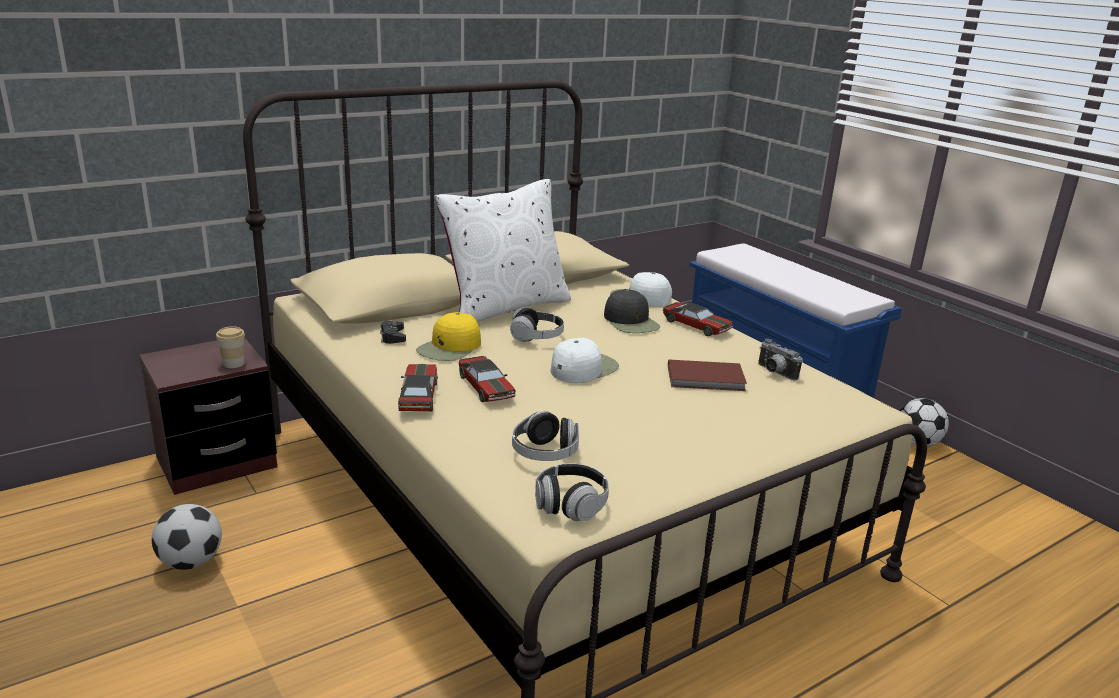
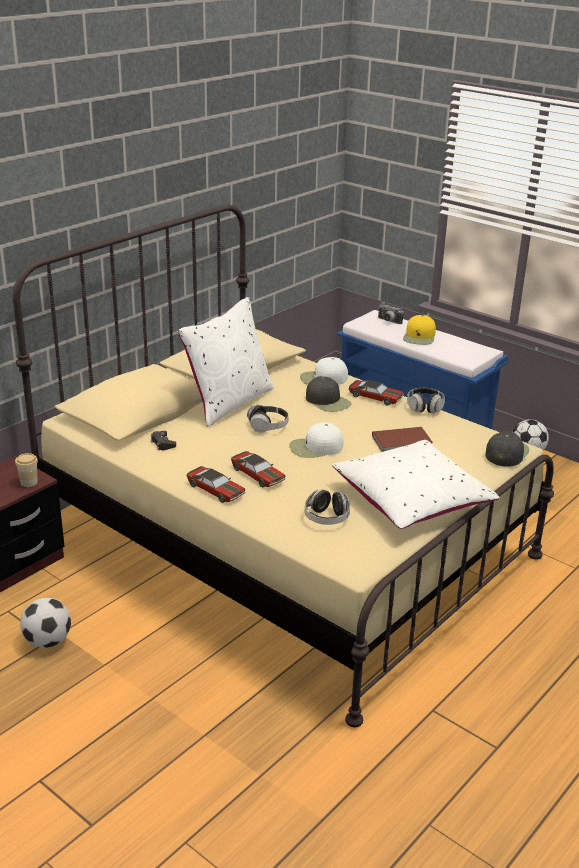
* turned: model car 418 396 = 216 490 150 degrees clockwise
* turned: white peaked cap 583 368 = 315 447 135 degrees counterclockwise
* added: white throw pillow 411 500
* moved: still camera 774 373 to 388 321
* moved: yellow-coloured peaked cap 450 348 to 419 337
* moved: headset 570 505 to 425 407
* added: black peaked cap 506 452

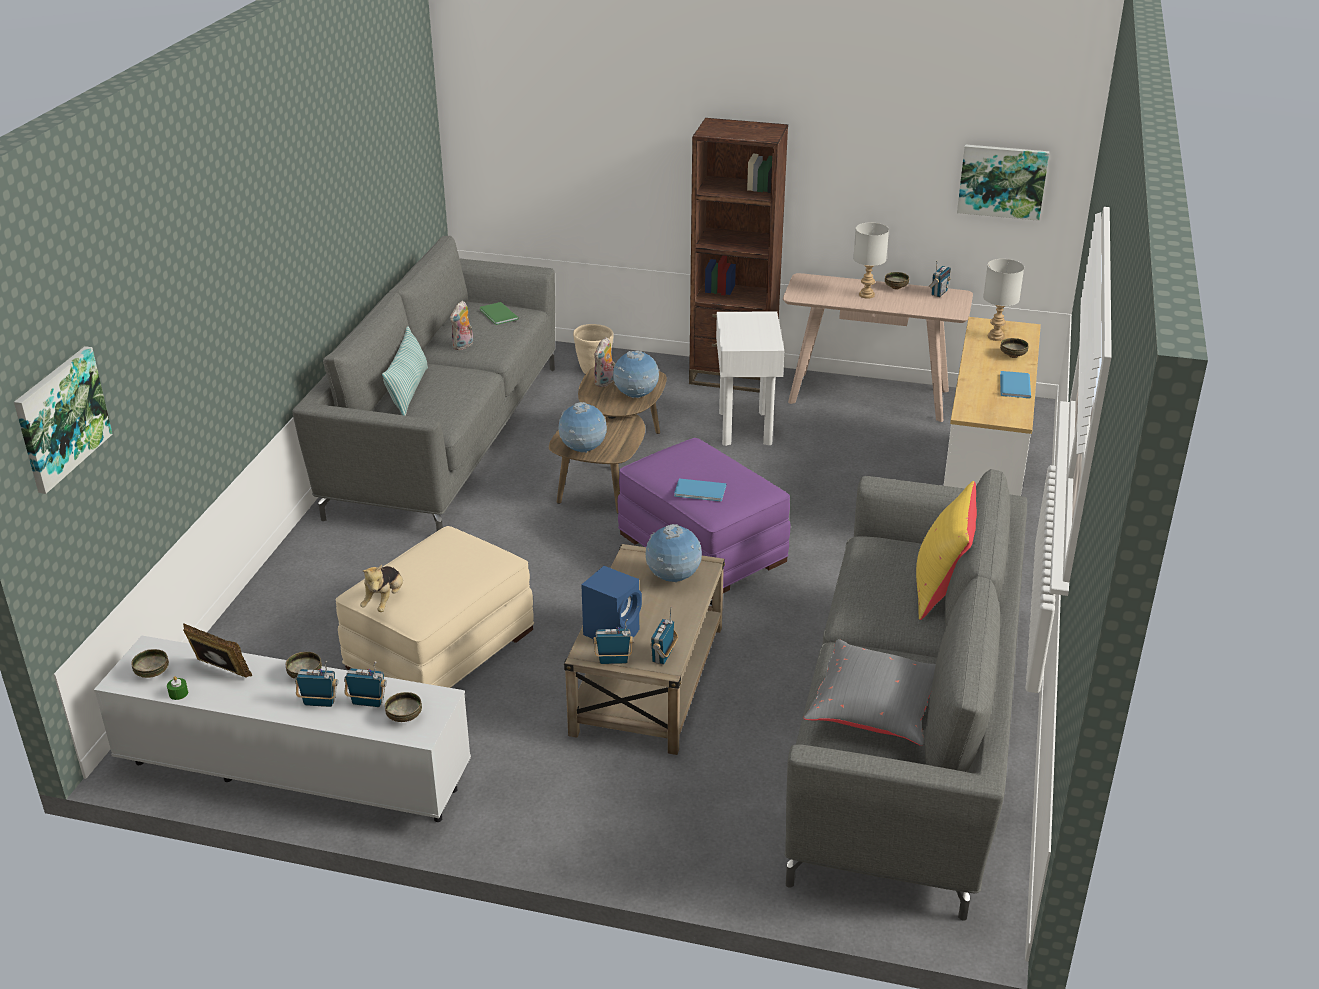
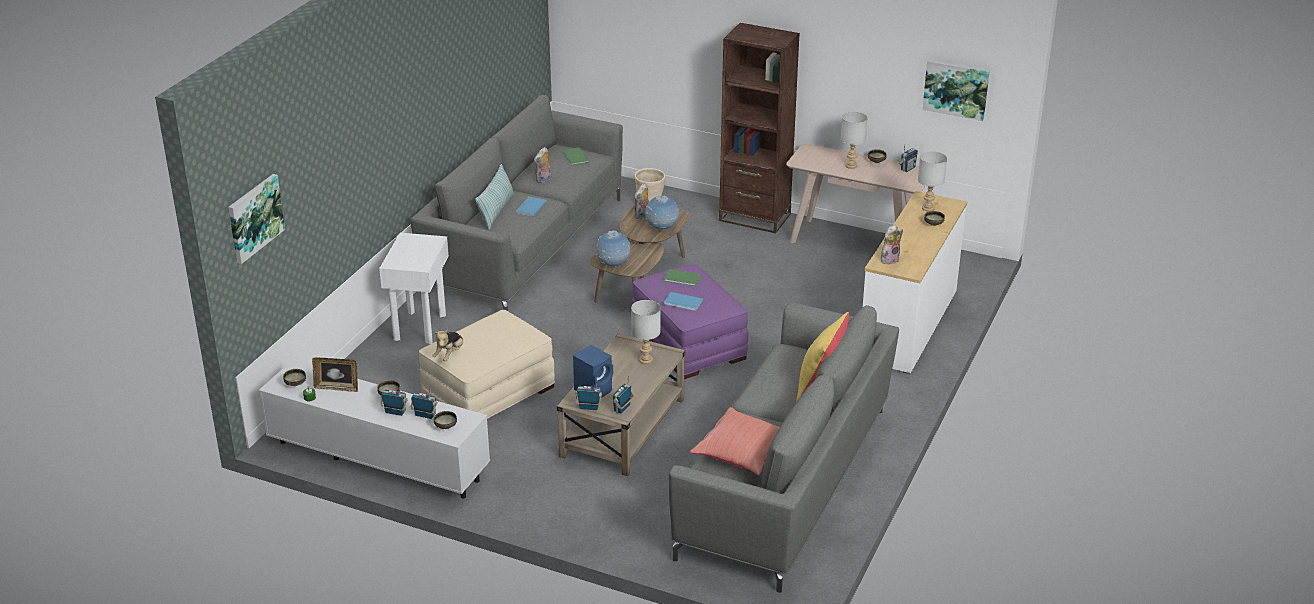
* turned: picture frame 220 672 = 337 387 150 degrees clockwise
* moved: white accent table 746 428 to 420 327
* moved: blue-coloured volume 1013 386 to 530 207
* replaced: globe 673 579 to gray lamp for a table 645 360
* added: green-coloured volume 683 279
* recoloured: gray throw pillow 875 711 to red throw pillow 743 454
* added: cuddly toy 889 259

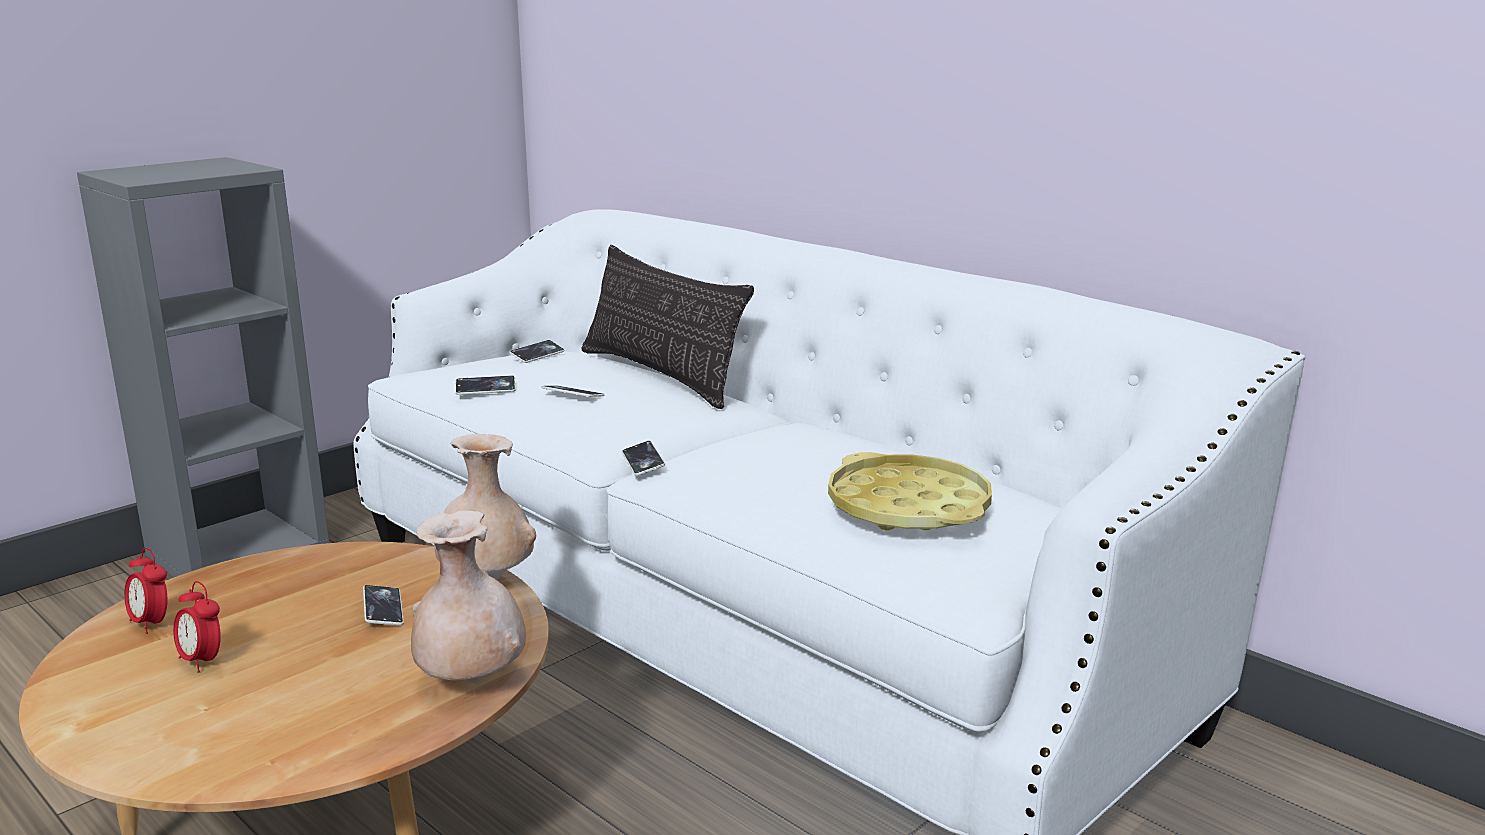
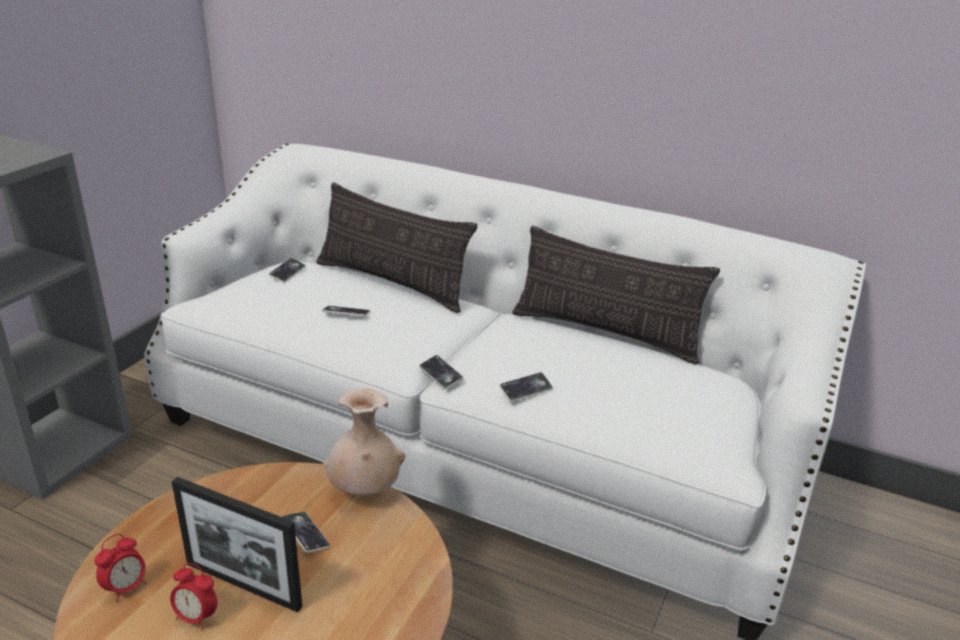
* turned: table clock 151 624 = 126 588 75 degrees counterclockwise
* added: picture frame 243 585
* moved: phone 485 389 to 526 390
* added: throw pillow 605 332
* removed: sand-coloured vase 471 680
* removed: yellow-coloured tray 908 507

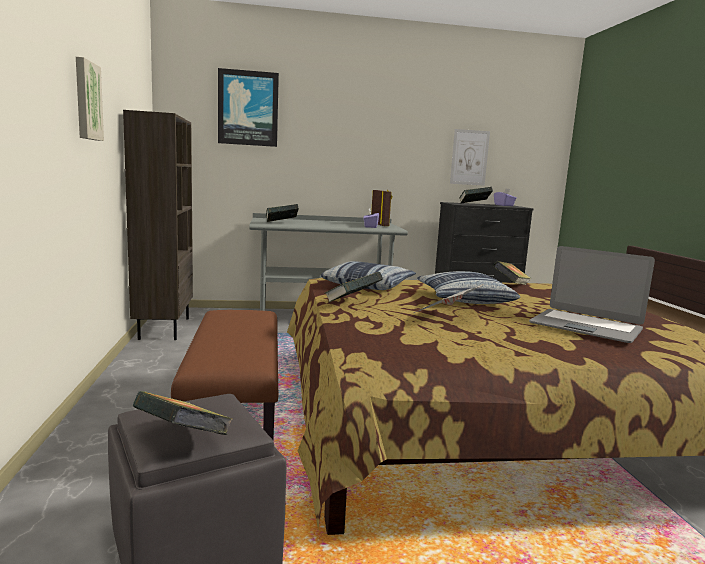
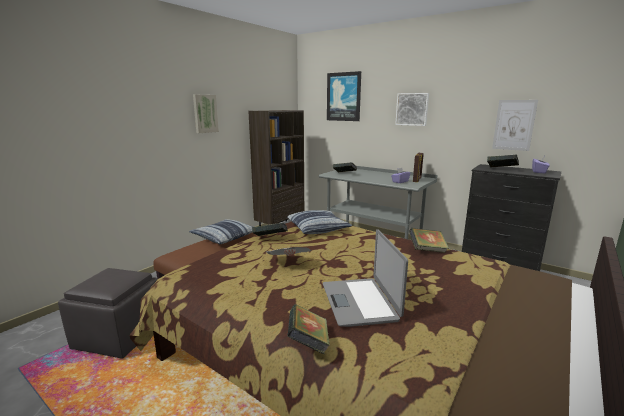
* moved: throw pillow 464 298 to 223 237
* moved: volume 182 439 to 308 343
* added: wall picture 412 109

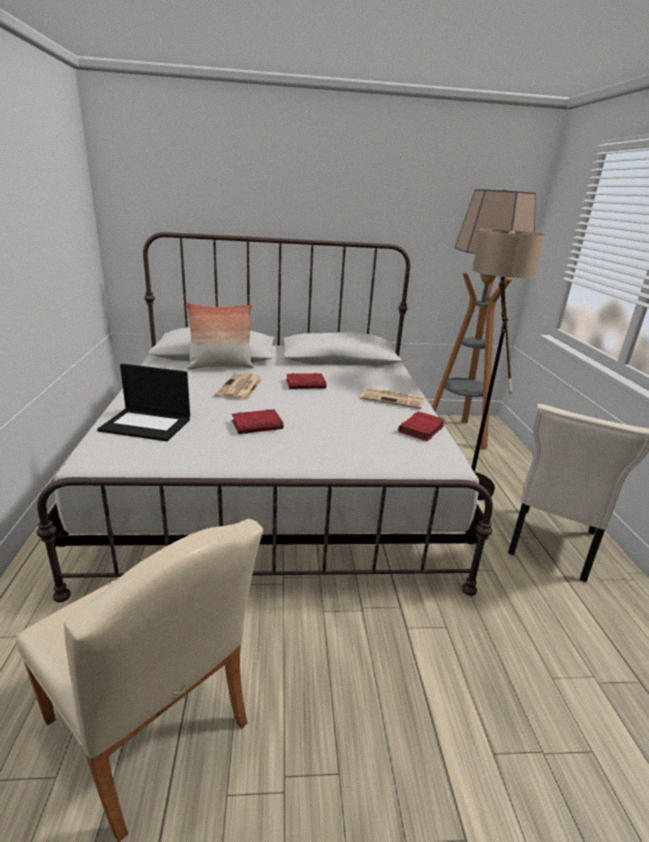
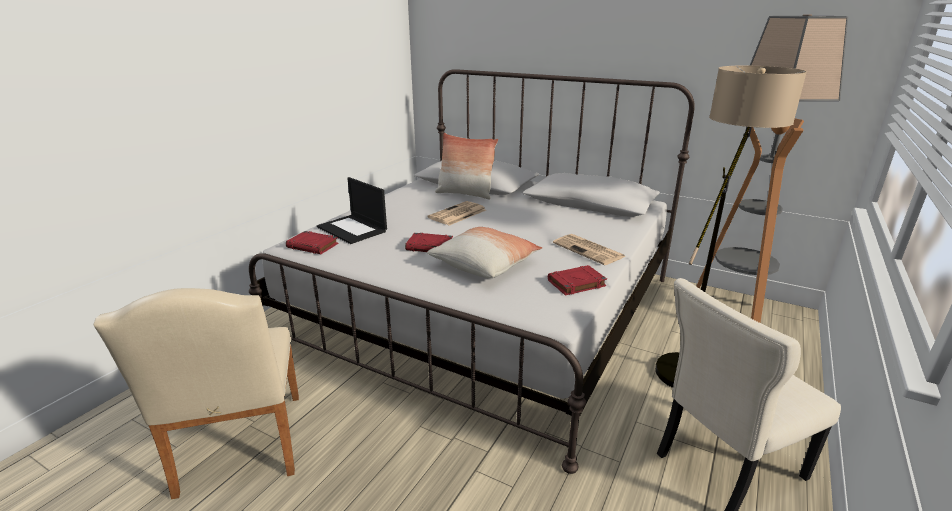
* moved: red volume 306 384 to 313 246
* added: throw pillow 485 264

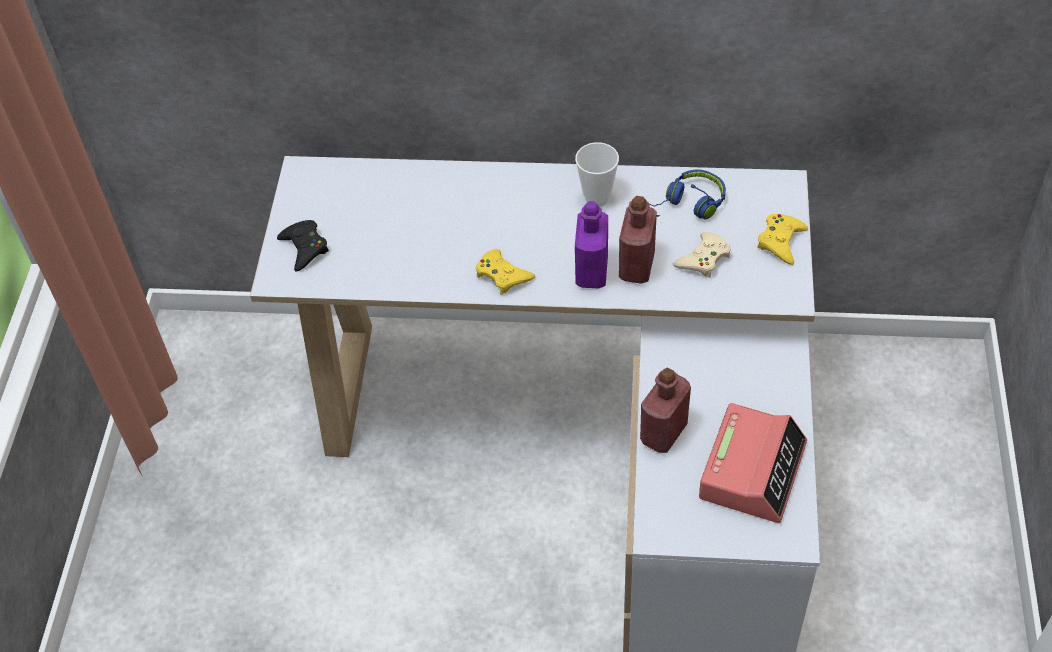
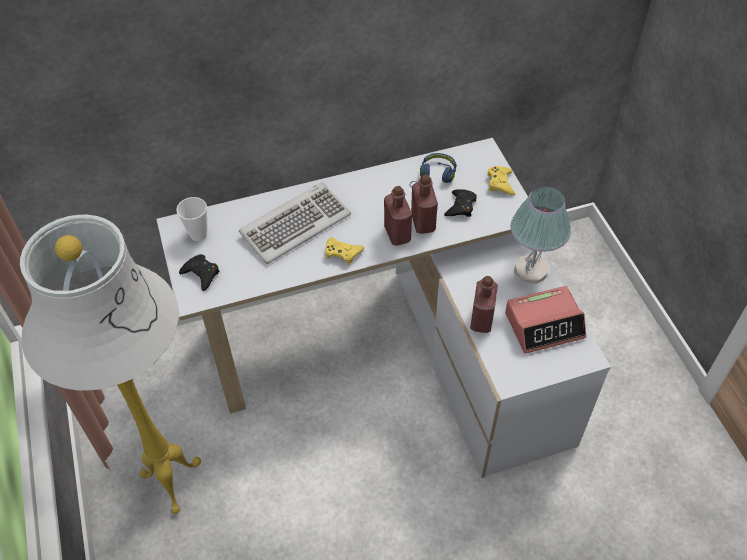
* added: white floor lamp 174 480
* moved: cup 597 197 to 198 234
* added: computer keyboard 295 224
* recoloured: purple-coloured drink bottle 591 272 to red drink bottle 397 234
* recoloured: sand-coloured game controller 703 259 to black game controller 460 206
* turned: table clock 752 470 = 544 325 75 degrees clockwise
* added: lamp for a table 531 271

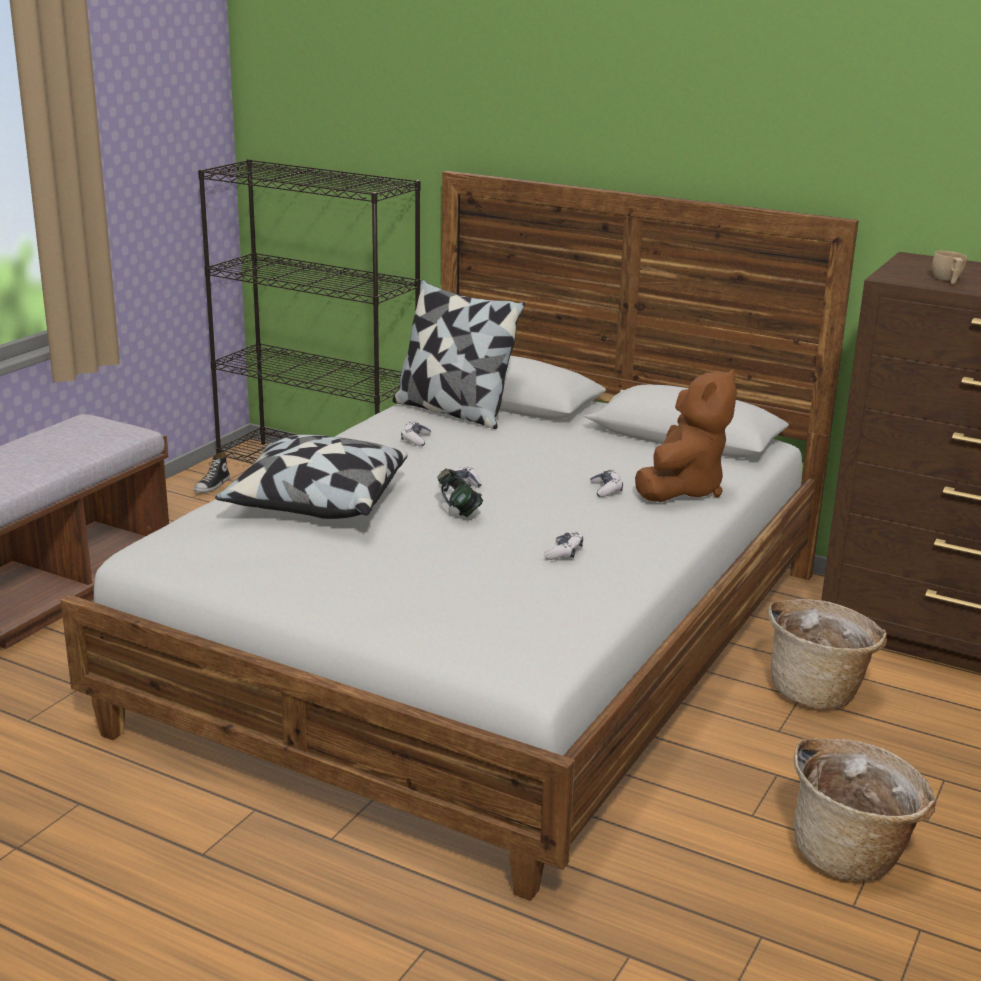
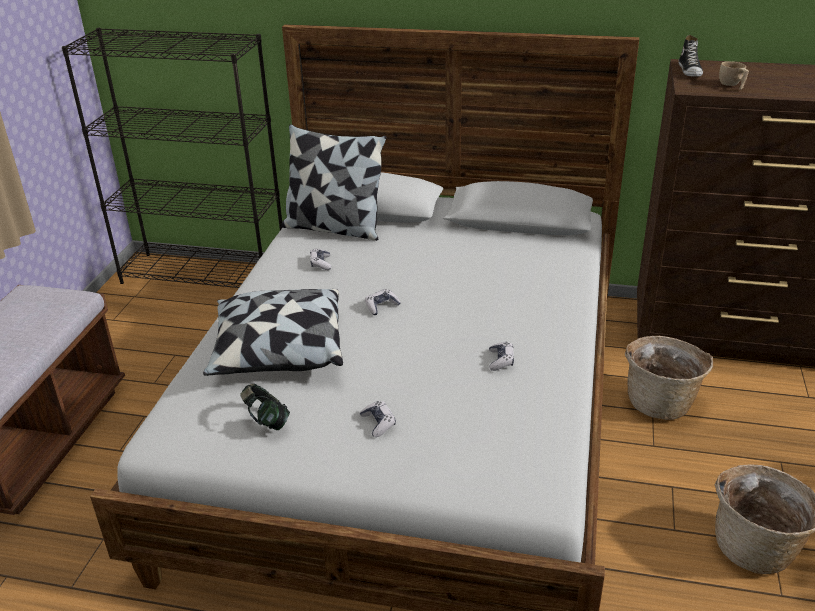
* moved: headset 459 511 to 267 421
* moved: game controller 606 489 to 378 423
* moved: low shoe 212 486 to 690 71
* removed: brownish cuddly toy 682 489

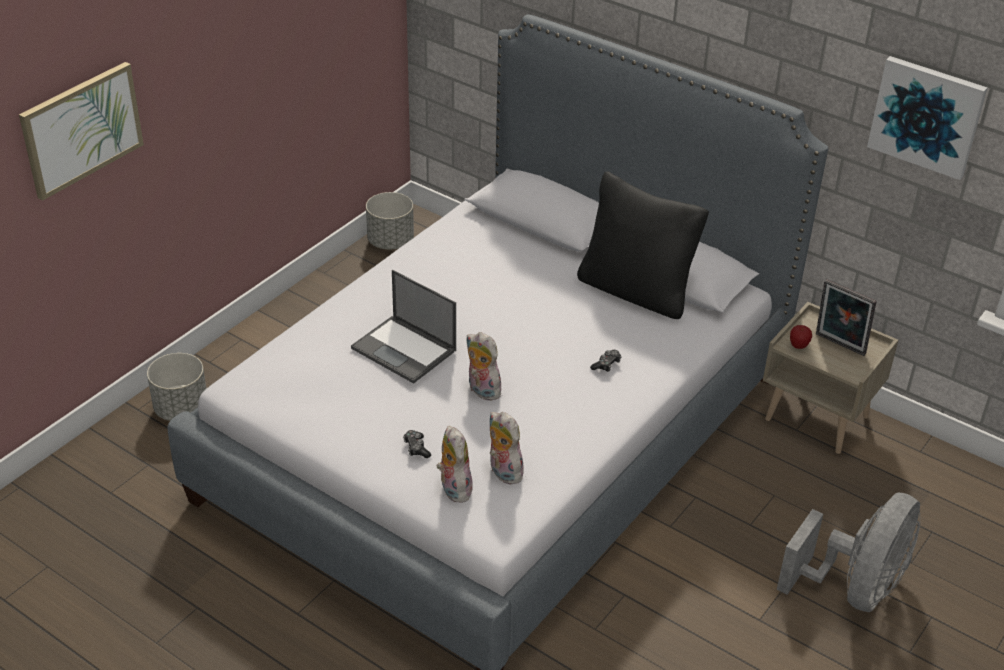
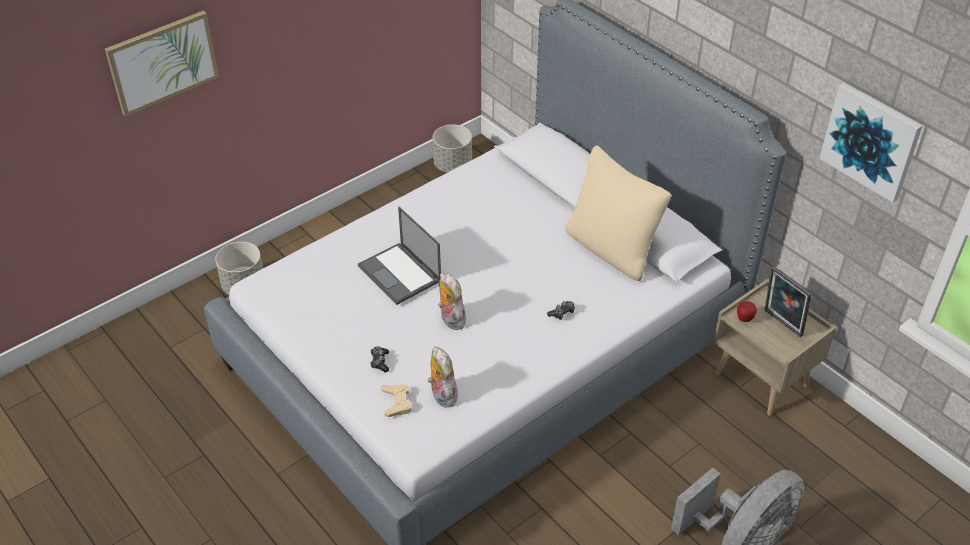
* replaced: cuddly toy 453 488 to sand-coloured game controller 397 402
* recoloured: black throw pillow 636 291 to sand-coloured throw pillow 612 249

